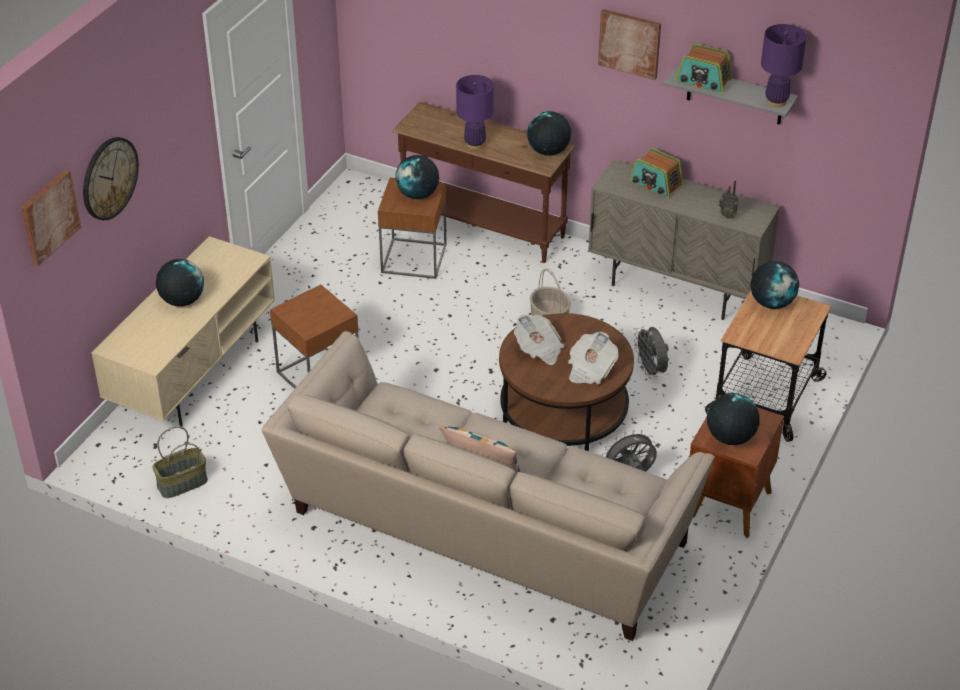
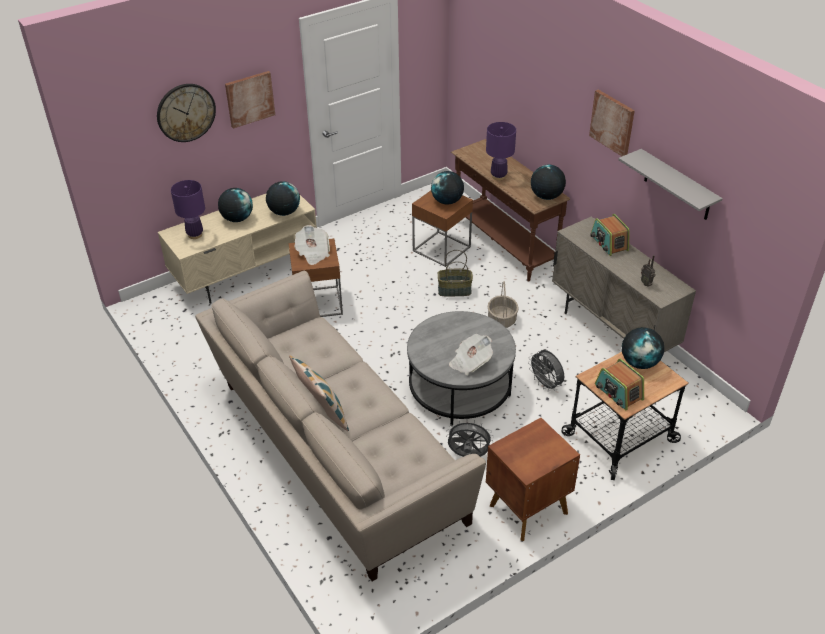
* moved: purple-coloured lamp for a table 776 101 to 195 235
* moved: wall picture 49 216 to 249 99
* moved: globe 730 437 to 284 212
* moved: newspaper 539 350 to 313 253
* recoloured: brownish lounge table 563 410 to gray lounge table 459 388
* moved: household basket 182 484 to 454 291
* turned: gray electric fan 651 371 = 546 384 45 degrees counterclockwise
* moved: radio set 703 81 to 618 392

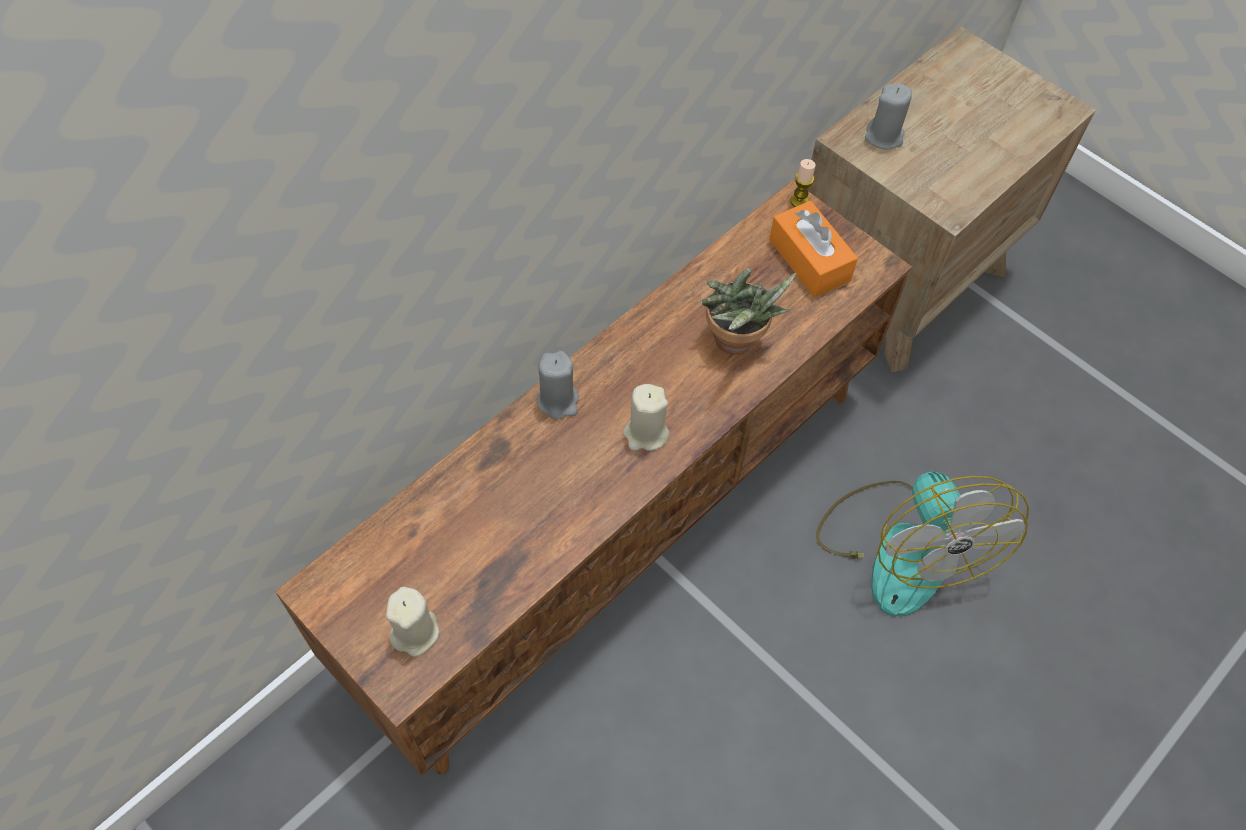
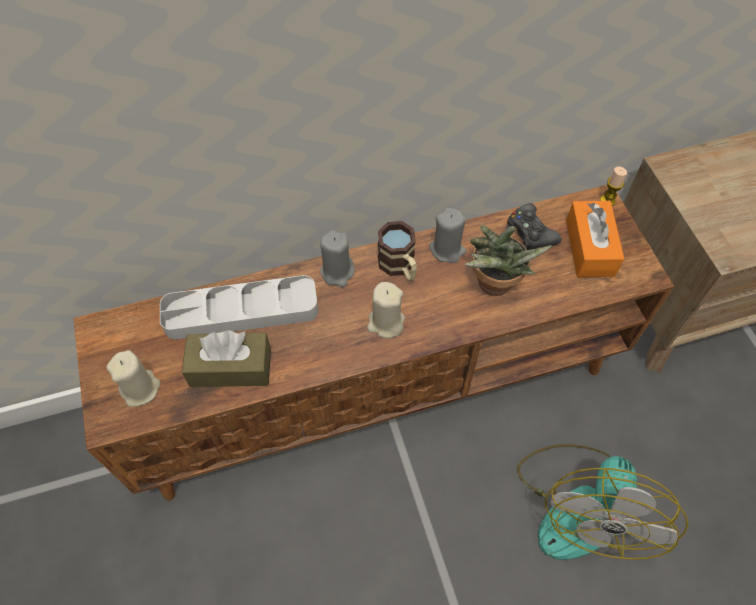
* added: gray tray 241 312
* added: brownish tissue holder 231 367
* added: coffee mug 399 267
* moved: gray wax candle 884 136 to 447 249
* added: black game controller 530 233

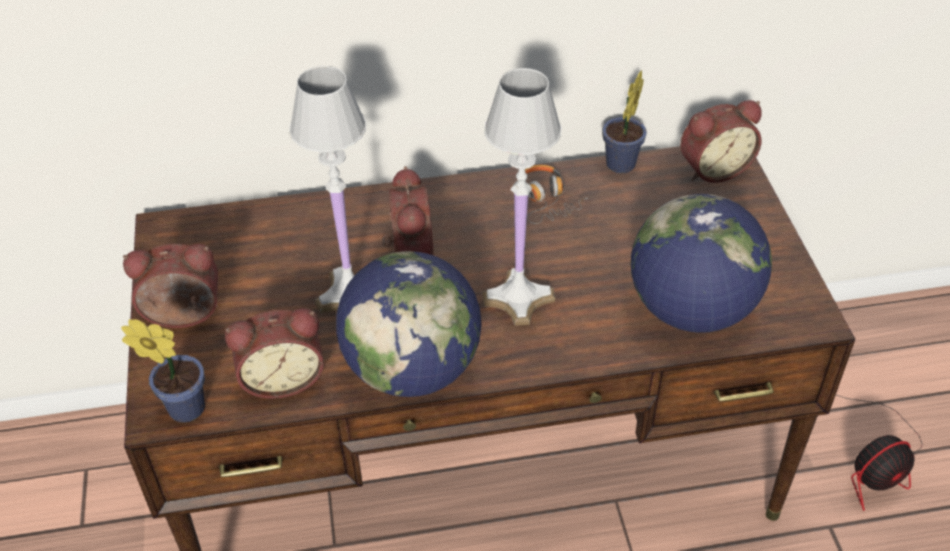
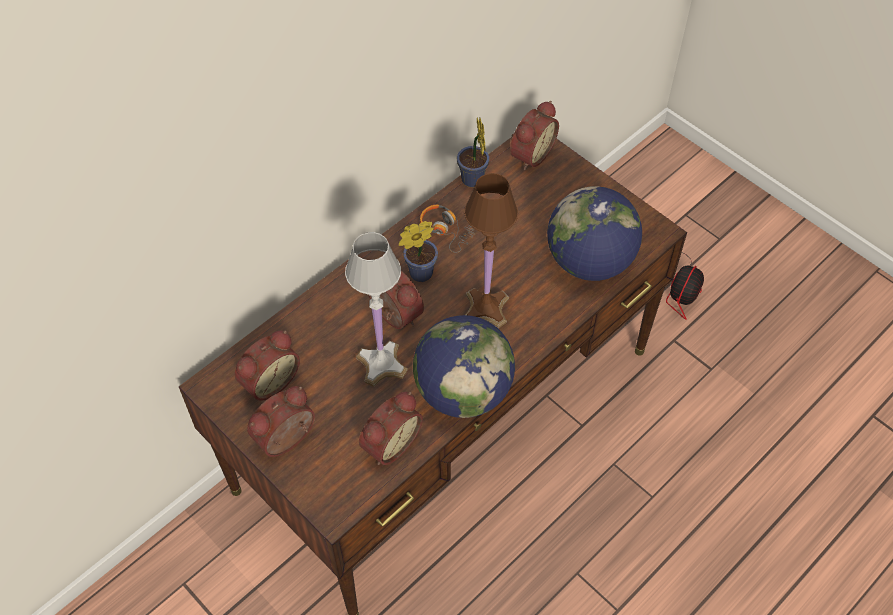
* added: table clock 268 380
* moved: houseplant 182 407 to 418 274
* recoloured: white lamp for a table 519 297 to brownish lamp for a table 486 308

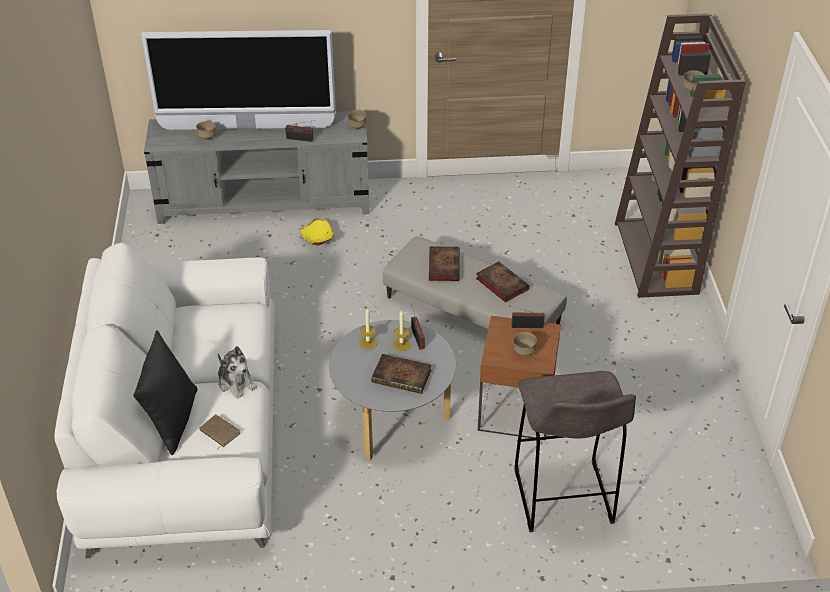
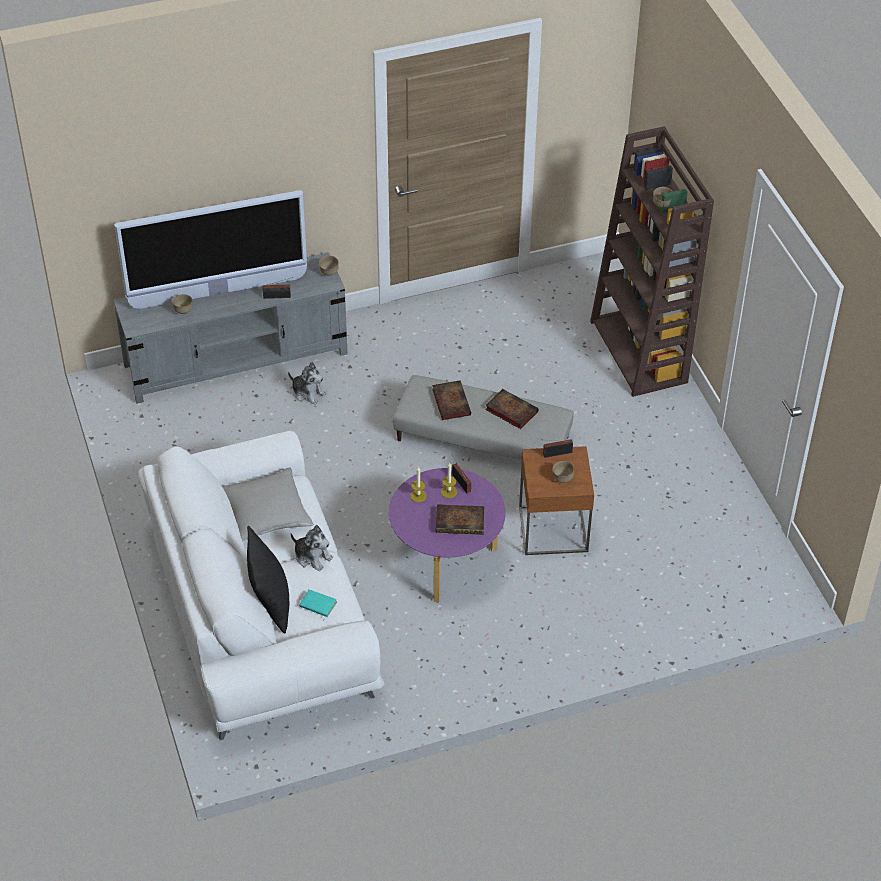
* added: gray throw pillow 266 514
* replaced: yellow-coloured bowl 318 241 to cuddly toy 308 393
* recoloured: brownish volume 219 433 to turquoise-coloured volume 317 605
* recoloured: gray lounge table 393 420 to purple-coloured lounge table 446 561
* removed: gray stool 563 499

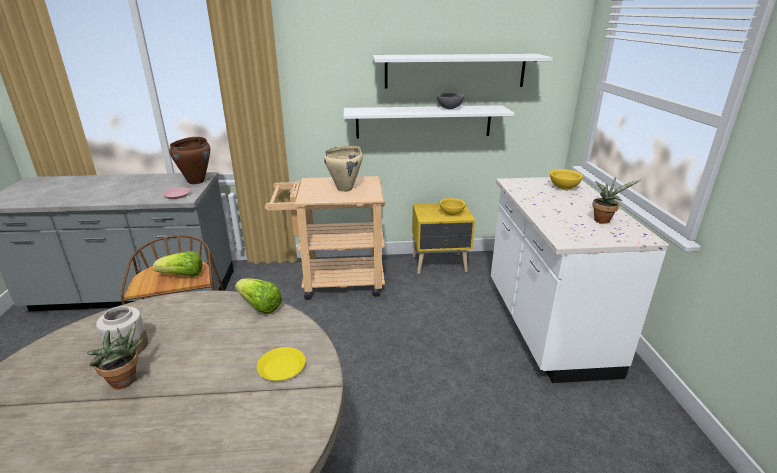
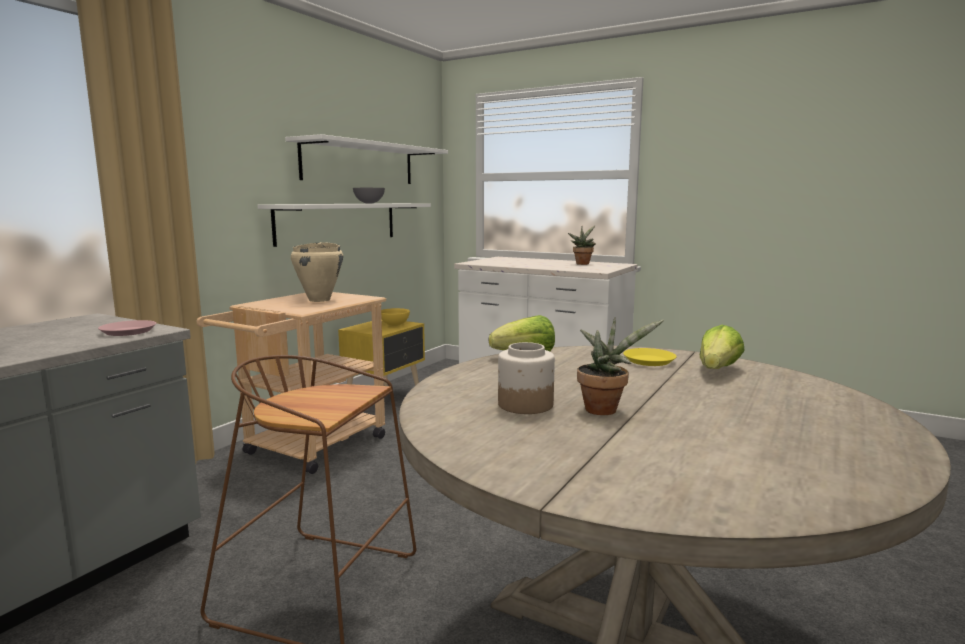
* moved: head of lettuce 183 276 to 717 370
* removed: brownish cooking pot 196 181
* removed: yellow-coloured bowl 563 188

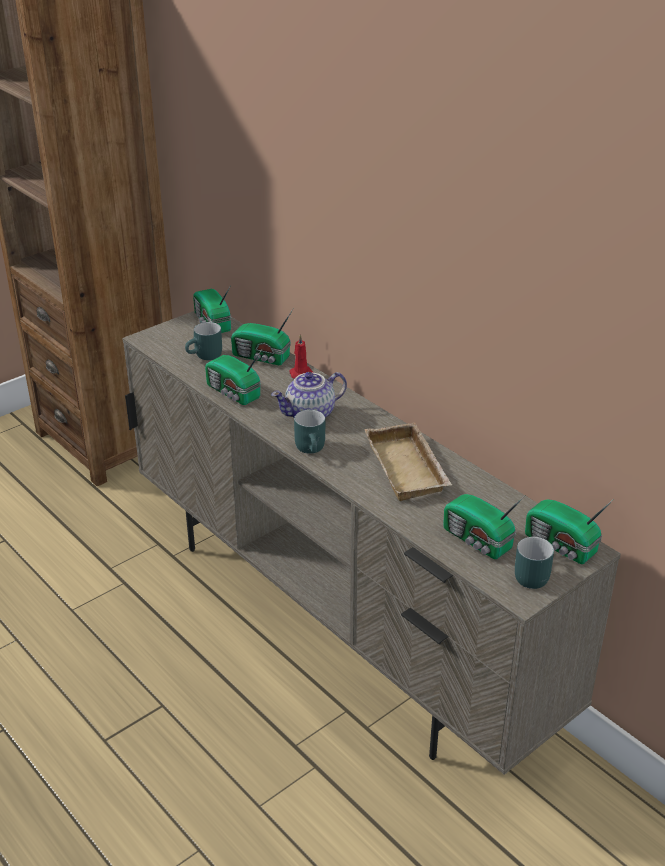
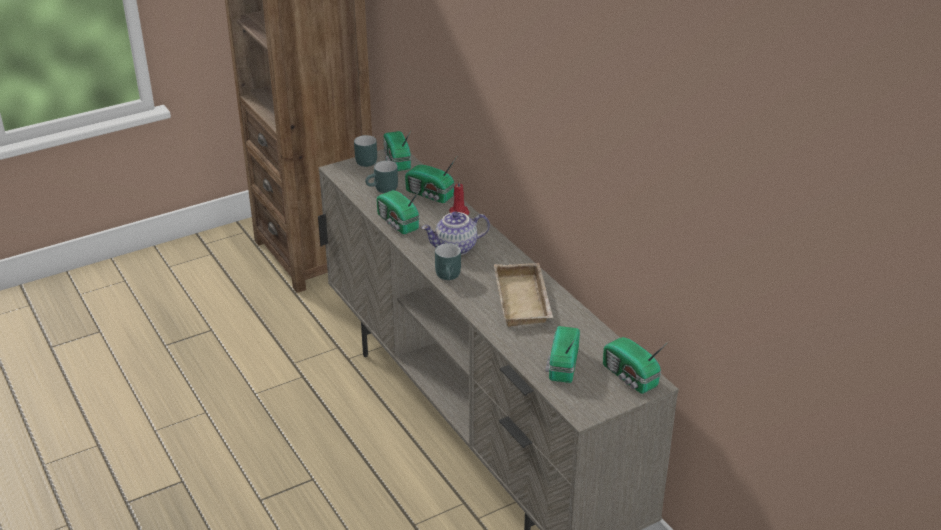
* moved: turquoise-coloured coffee mug 529 574 to 366 160
* turned: radio set 478 541 = 562 365 45 degrees clockwise

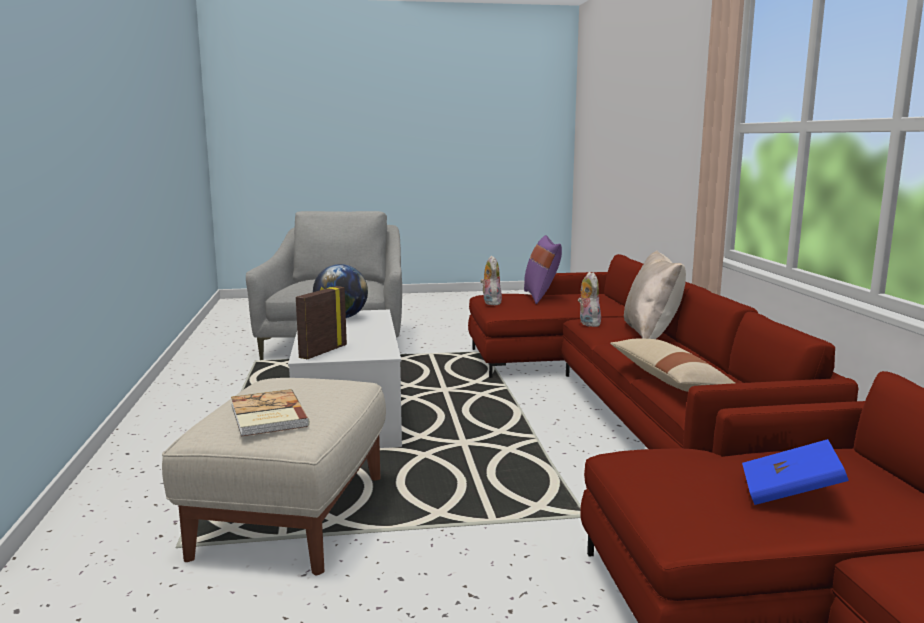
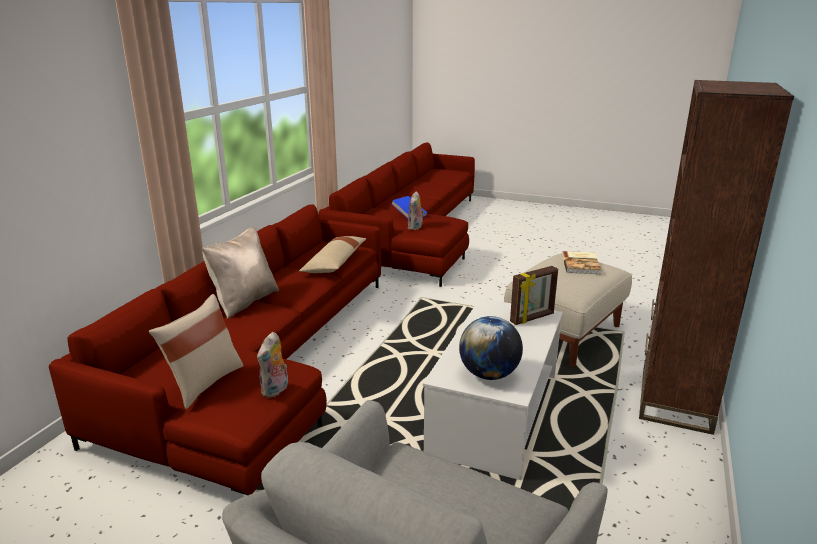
* recoloured: purple-coloured throw pillow 541 297 to sand-coloured throw pillow 204 383
* moved: cuddly toy 587 323 to 415 227
* added: brownish bookcase 675 399

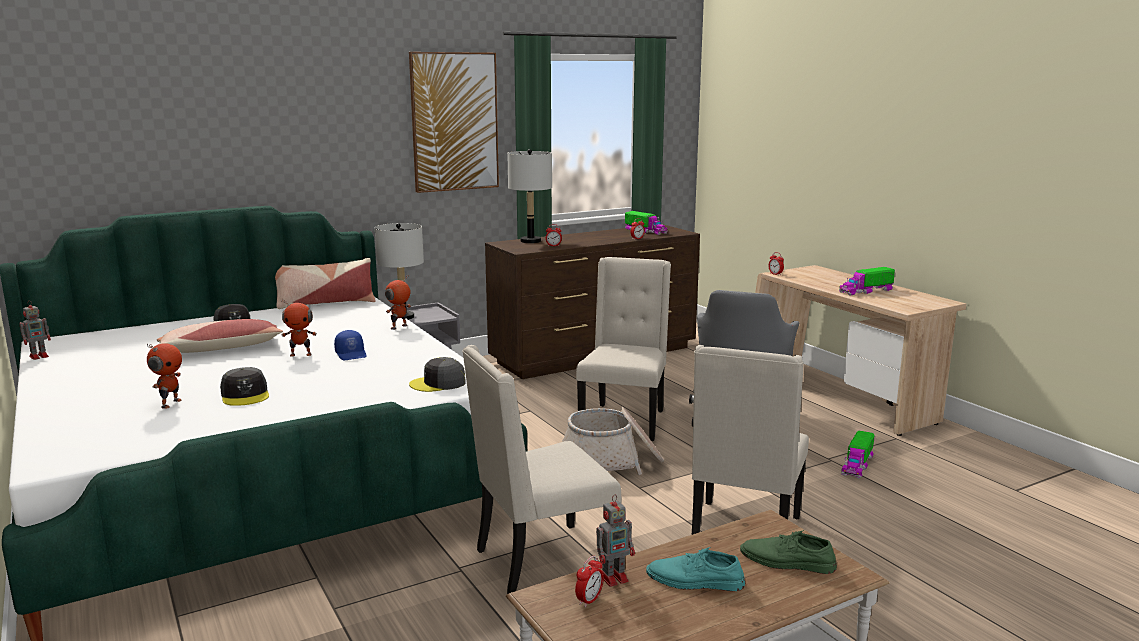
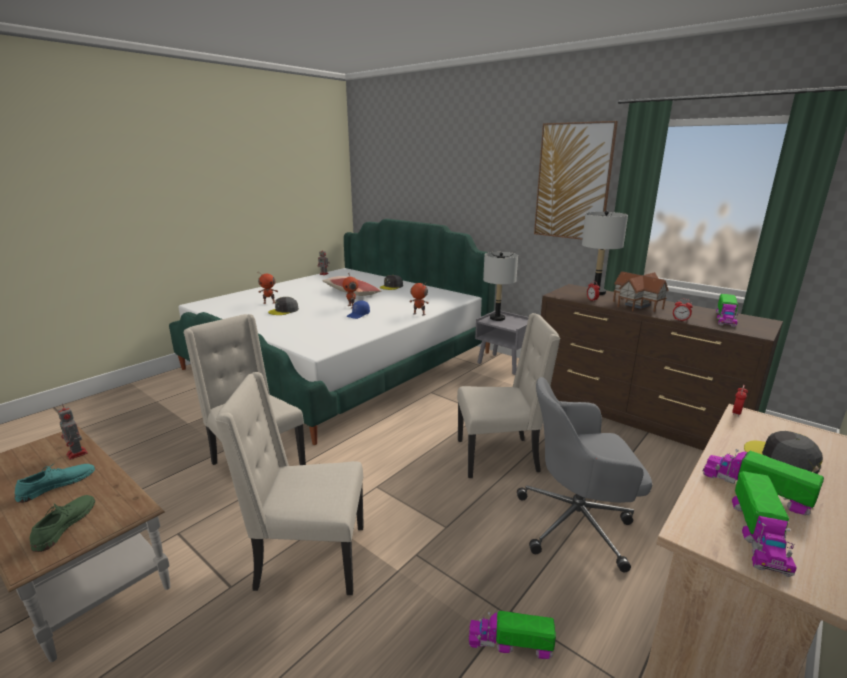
* turned: turquoise-coloured low shoe 694 581 = 57 484 45 degrees clockwise
* added: miniature house 637 305
* added: model truck 758 535
* moved: gray peaked cap 438 383 to 781 459
* removed: throw pillow 325 303
* removed: household basket 611 462
* removed: table clock 589 600

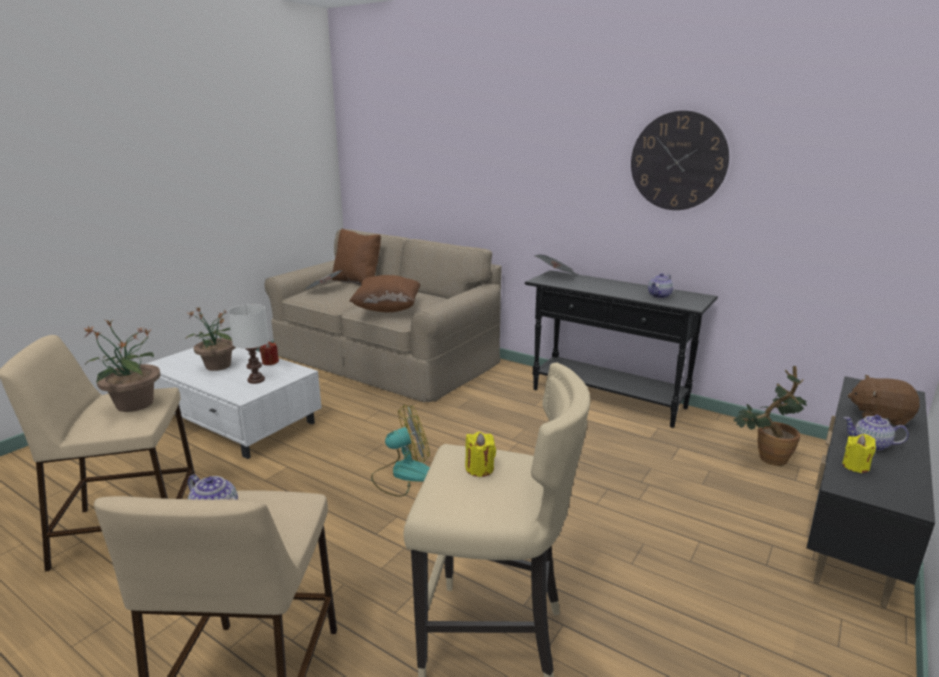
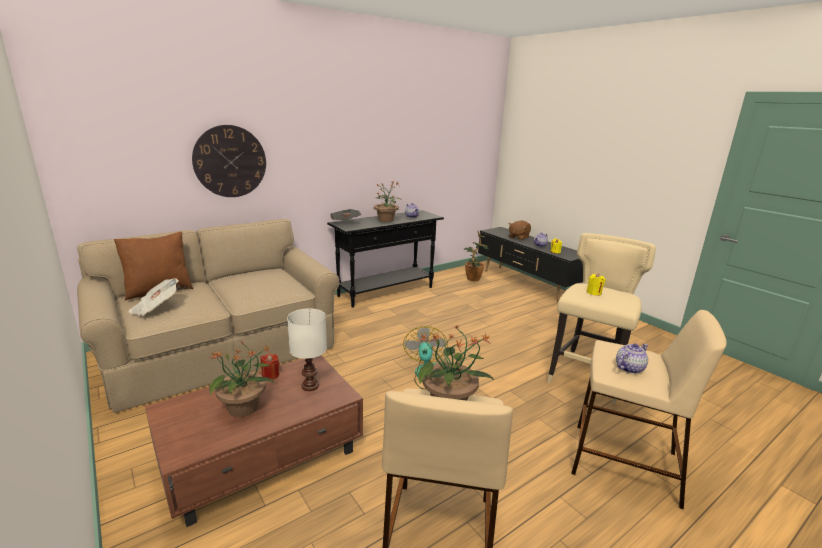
* recoloured: white lounge table 237 421 to brownish lounge table 264 455
* moved: wall clock 678 161 to 230 161
* added: houseplant 386 220
* removed: brownish throw pillow 387 309

